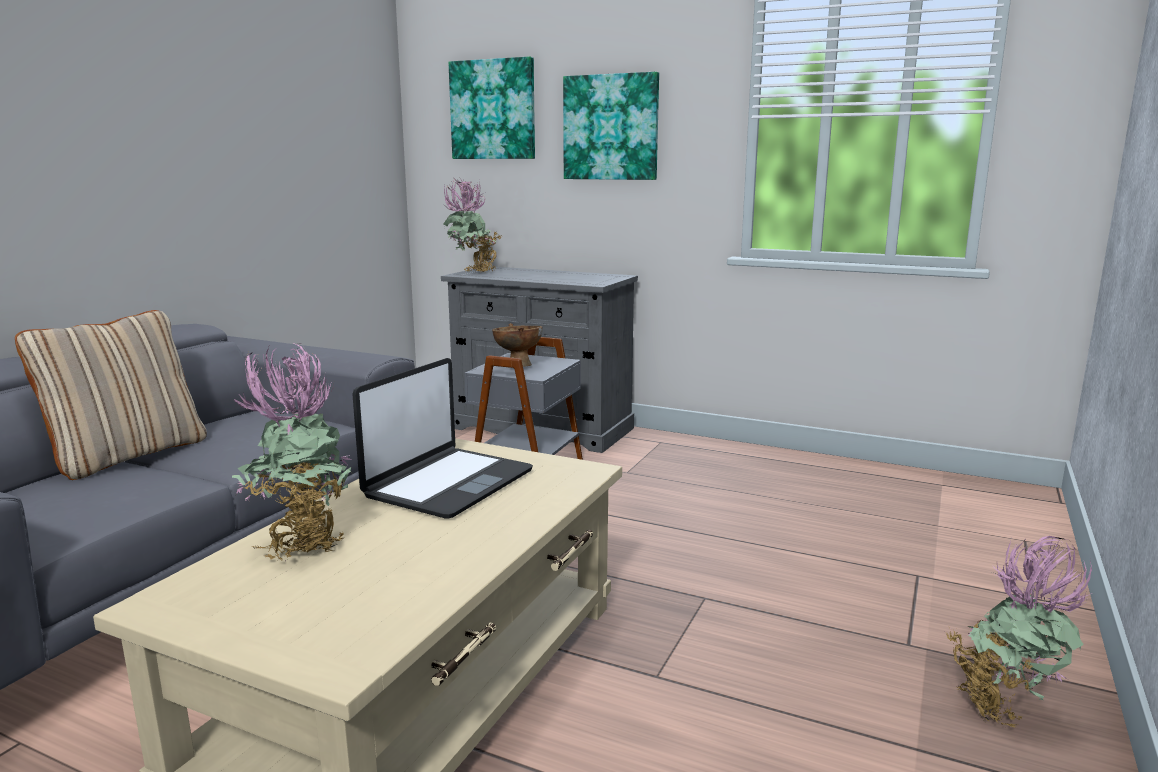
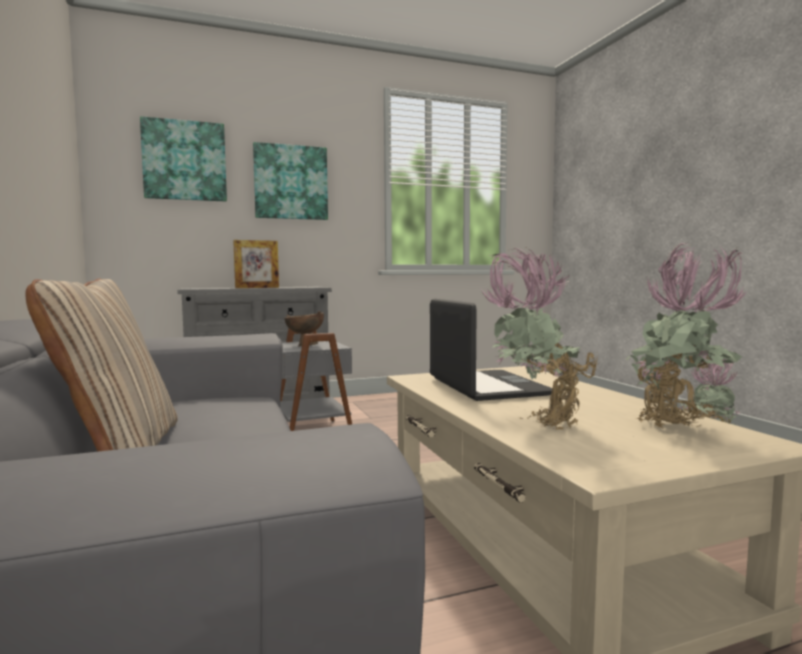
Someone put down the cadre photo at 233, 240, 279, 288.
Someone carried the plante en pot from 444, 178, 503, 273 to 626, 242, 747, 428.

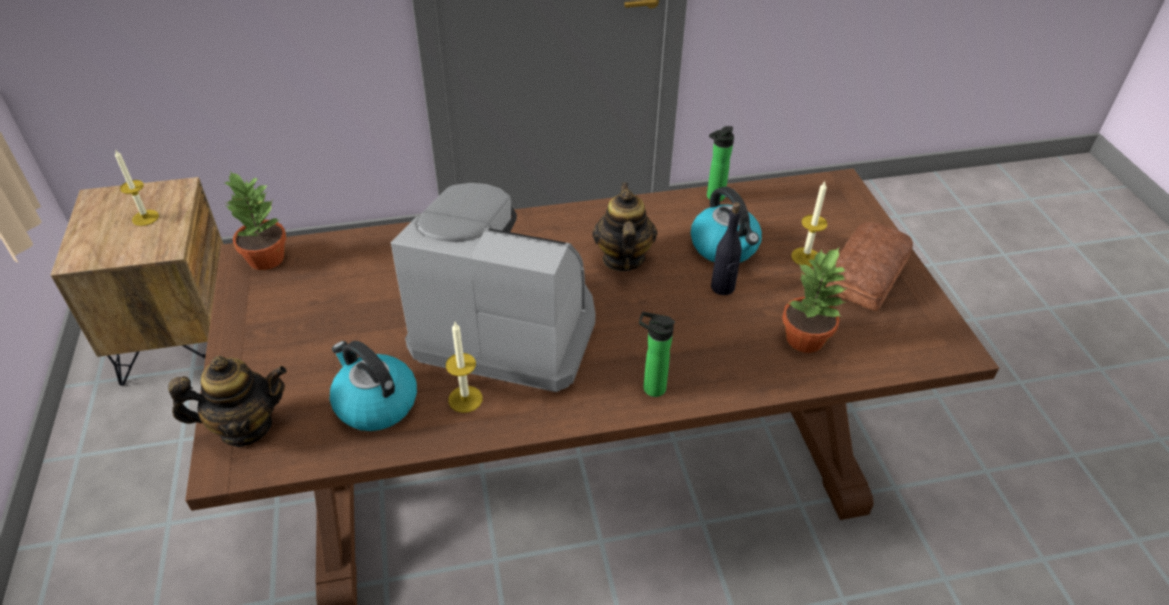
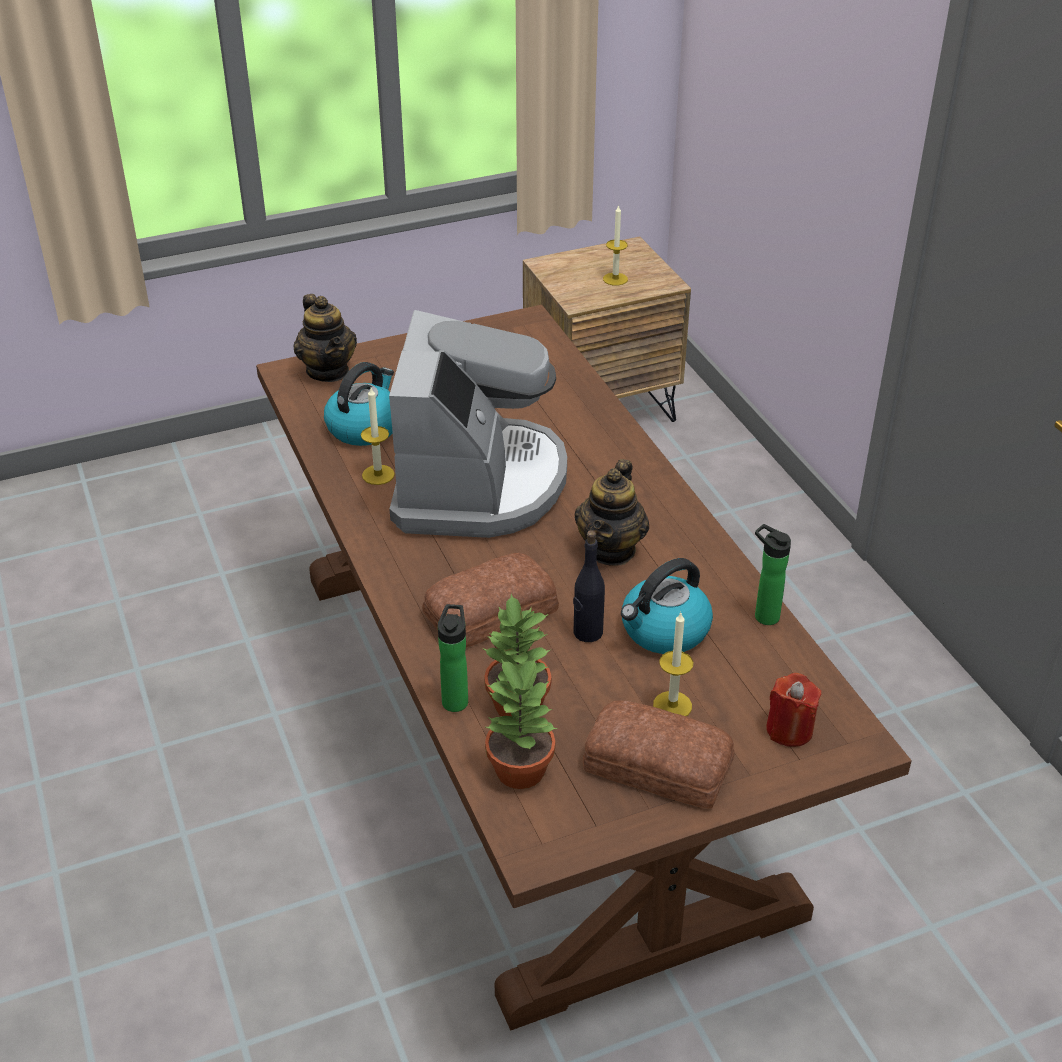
Someone put down the pain at 422, 553, 559, 648.
Someone carried the bouteille from 639, 312, 675, 397 to 438, 604, 468, 712.
Someone carried the plante en pot from 223, 171, 286, 270 to 485, 657, 558, 789.
Someone rotated the théière at 593, 183, 658, 271 by 120 degrees clockwise.
Someone put down the bougie [rouge] at 766, 673, 822, 747.

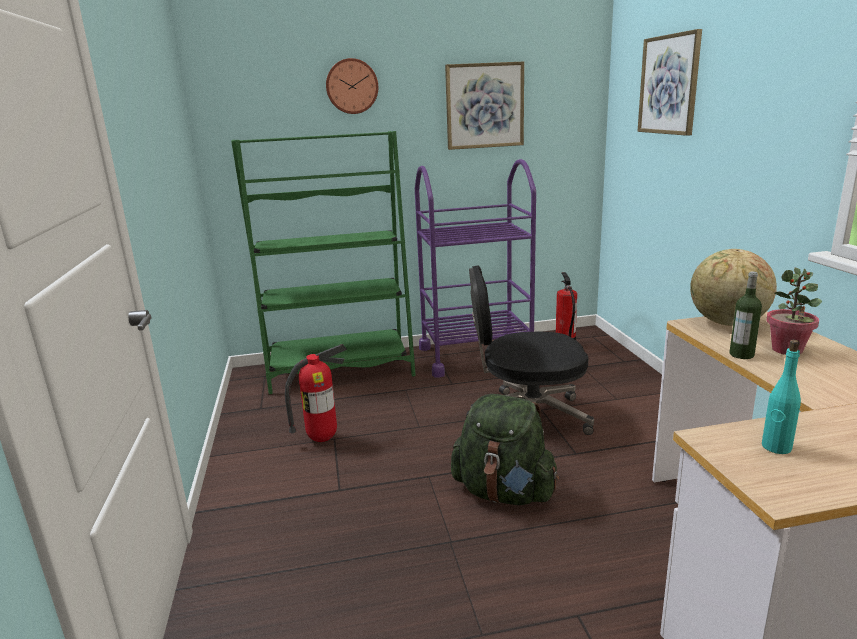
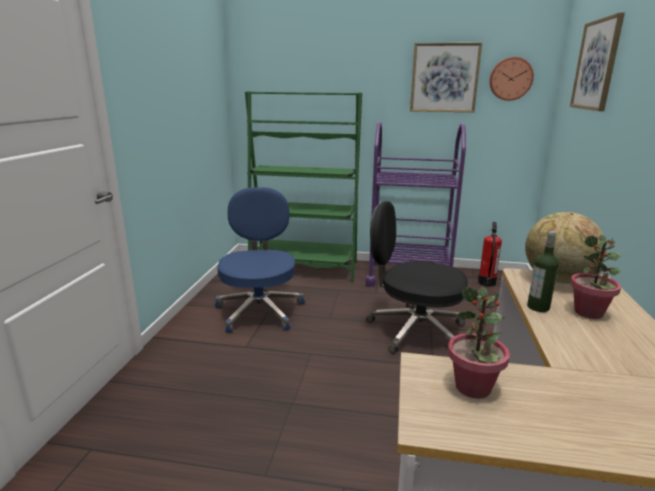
Someone swapped the extincteur at 285, 344, 347, 442 for the chaise de bureau [bleu] at 215, 187, 305, 333.
Someone swapped the bouteille [turquoise] at 762, 340, 801, 454 for the plante en pot at 448, 287, 510, 399.
Someone carried the horloge murale from 326, 58, 378, 114 to 489, 57, 534, 101.
Someone took away the sac à dos [vert] at 451, 394, 559, 505.

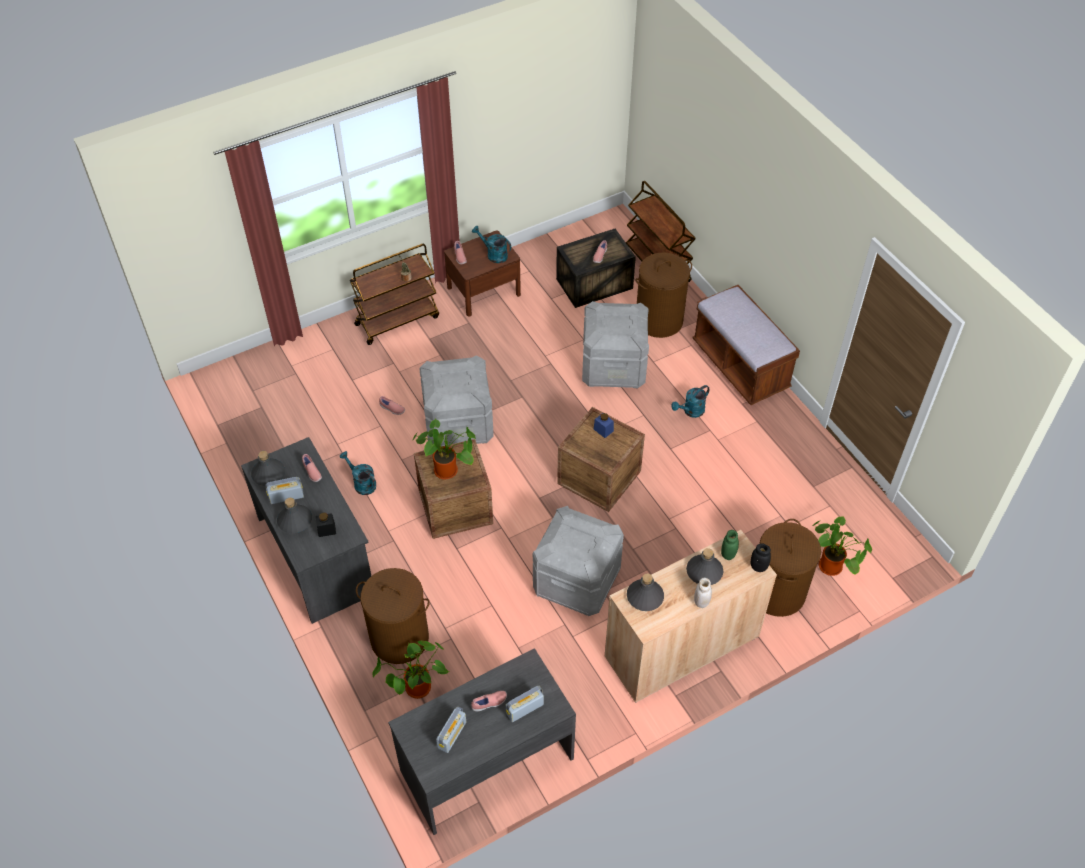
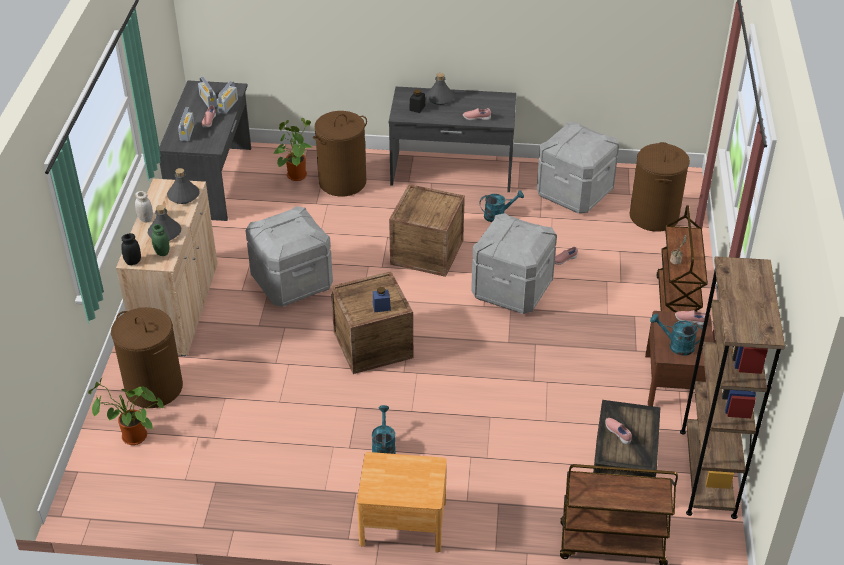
Someone carried the radio from 265, 477, 304, 504 to 216, 81, 238, 114.
Someone swapped the banc [marron] at 692, 285, 800, 405 for the table de chevet [marron] at 357, 452, 447, 552.
Someone carried the boîte de rangement [gris] from 582, 301, 649, 388 to 537, 122, 619, 213.
Someone carried the panier à linge [marron] from 636, 252, 692, 338 to 629, 142, 690, 232.
Someone rotated the arrosoir [turquoise] at 472, 226, 511, 263 by 135 degrees counterclockwise.
Someone put down the bibliothèque [marron] at 680, 256, 785, 519.
Someone took away the bouteille [gris] at 251, 451, 285, 486.
Someone took away the plante en pot at 412, 419, 476, 479.

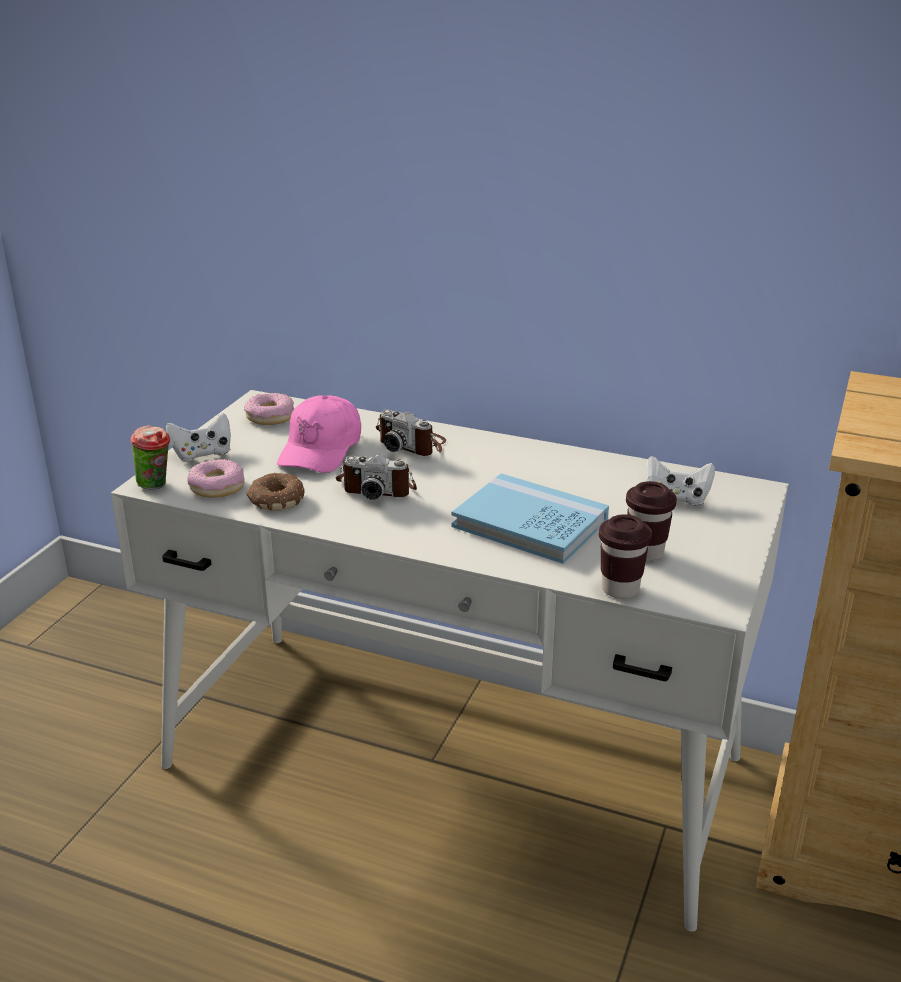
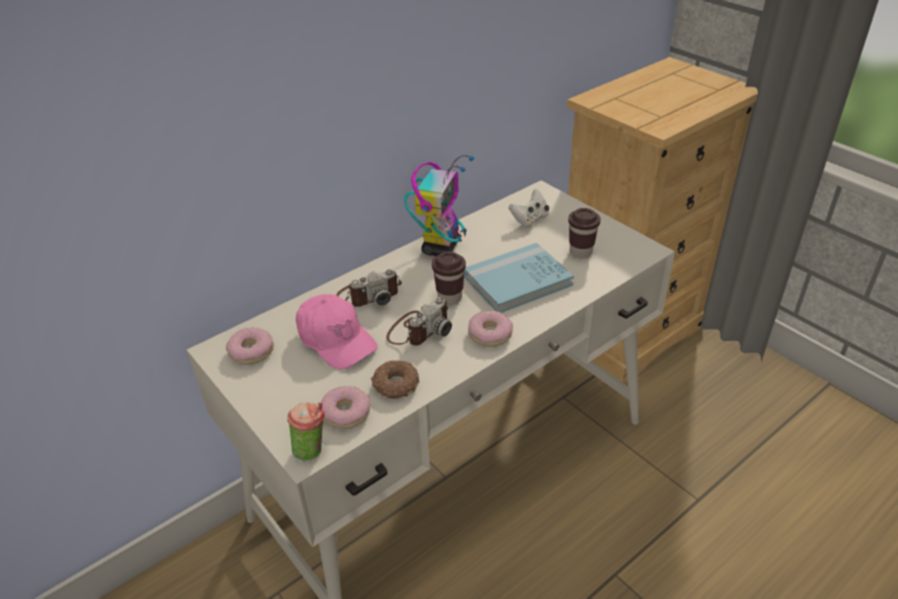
Someone put down the robot jouet at 404, 156, 474, 256.
Someone carried the tasse [marron] from 599, 514, 652, 599 to 432, 252, 466, 305.
Someone put down the beignet at 468, 311, 513, 347.
Someone took away the manette [blanc] at 166, 413, 231, 462.

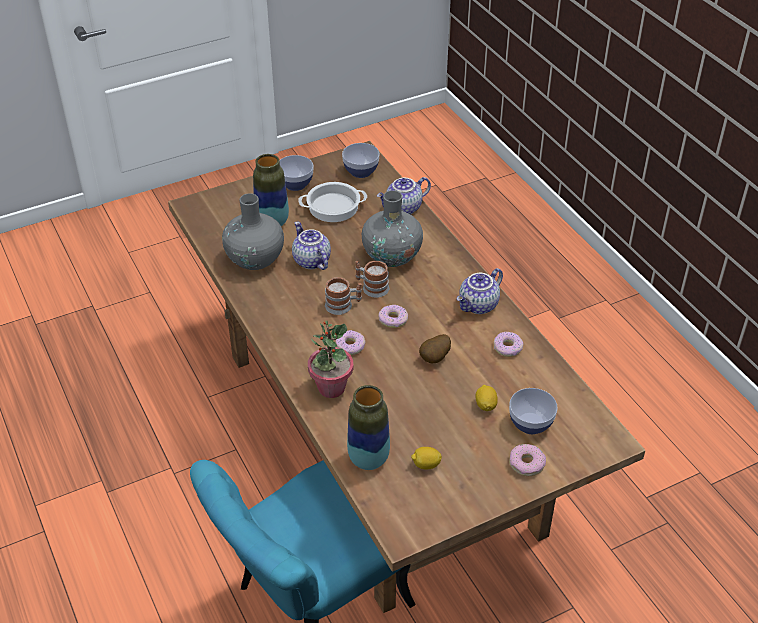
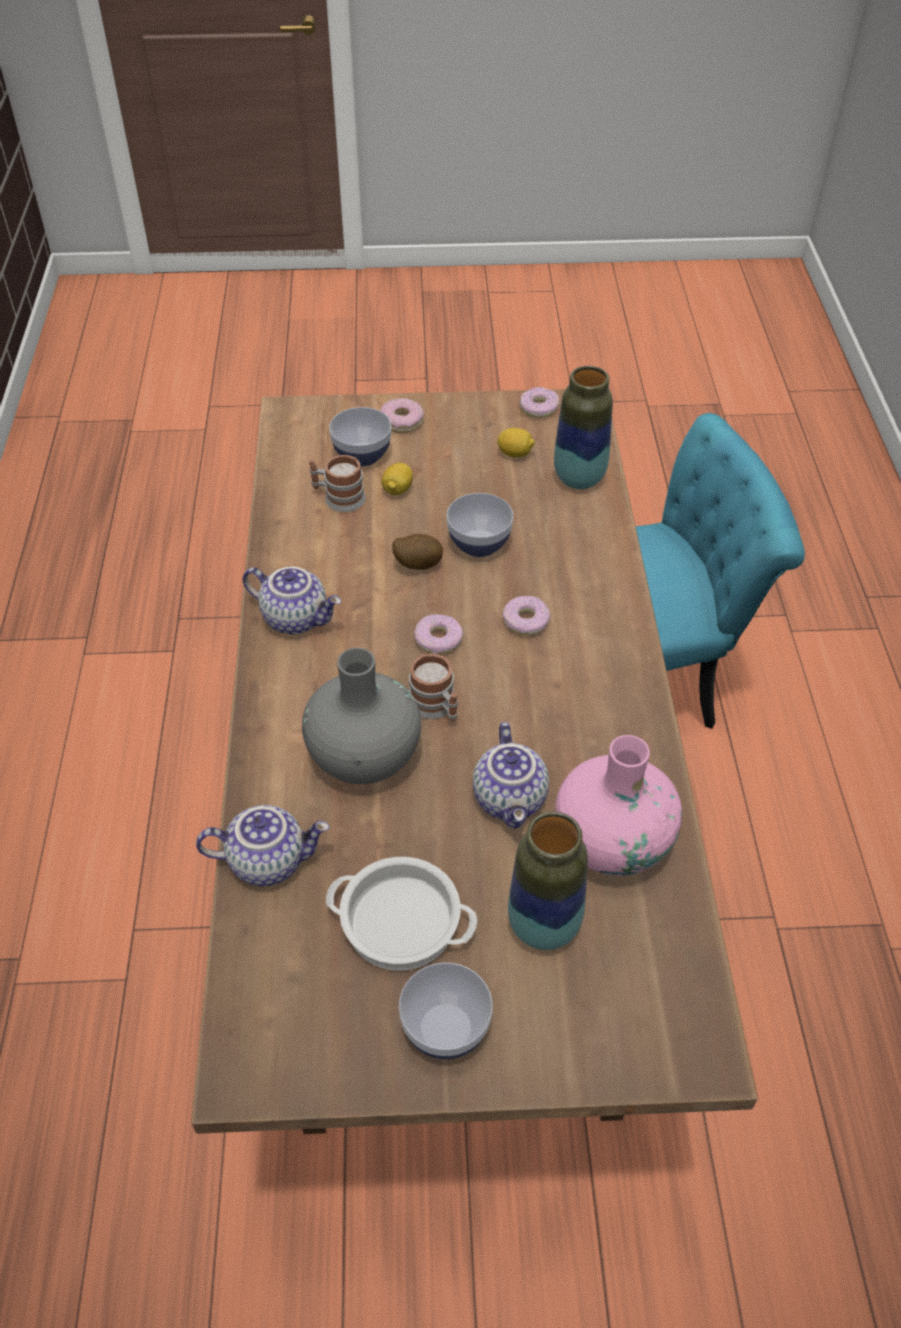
Someone rotated the théière at 457, 268, 503, 314 by 45 degrees clockwise.
Someone carried the mug from 325, 277, 362, 315 to 309, 455, 366, 512.
Someone carried the bol from 342, 143, 380, 178 to 446, 493, 514, 557.
Someone carried the beignet from 494, 332, 523, 357 to 519, 387, 560, 418.
Someone repainted the vase [gris] at 222, 193, 284, 270, which became the vase [rose] at 555, 735, 682, 876.
Someone took away the plante en pot at 308, 320, 354, 398.

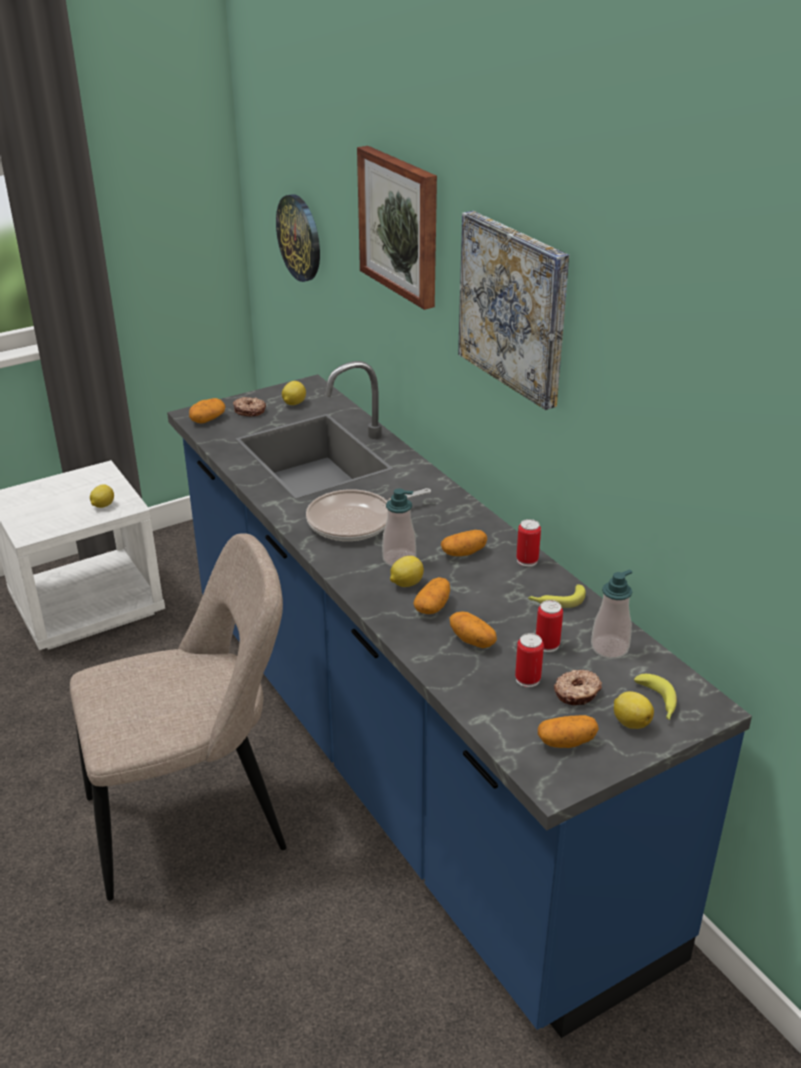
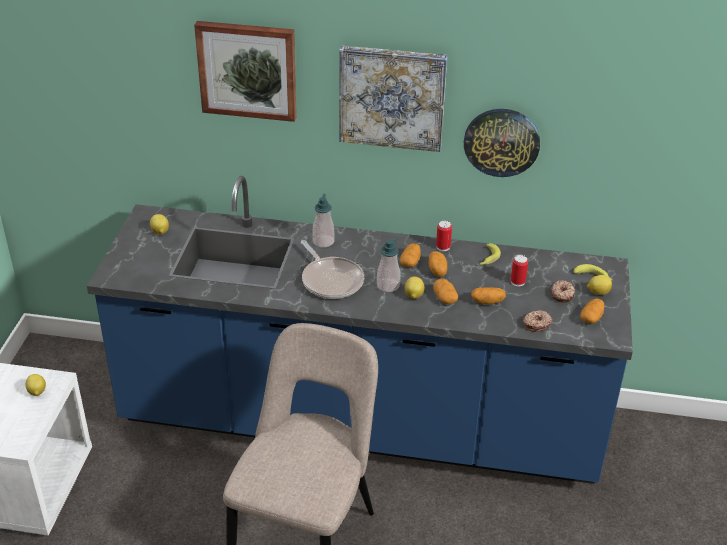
Someone rotated the poêle at 306, 488, 431, 541 by 45 degrees counterclockwise.
Someone carried the distributeur de savon from 591, 570, 632, 658 to 312, 194, 335, 248.
Someone carried the pomme de terre from 189, 398, 225, 424 to 429, 251, 447, 277.
Someone carried the horloge murale from 276, 194, 320, 282 to 464, 109, 540, 177.
Someone carried the beignet from 233, 397, 266, 416 to 523, 310, 552, 332.
Someone took away the boîte métallique at 515, 633, 544, 687.

